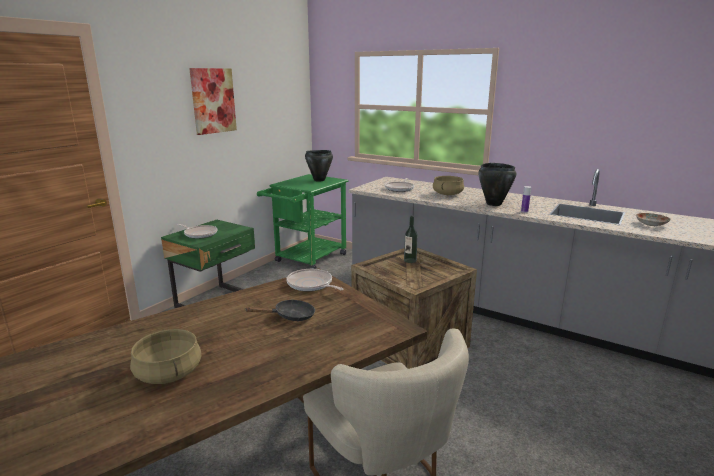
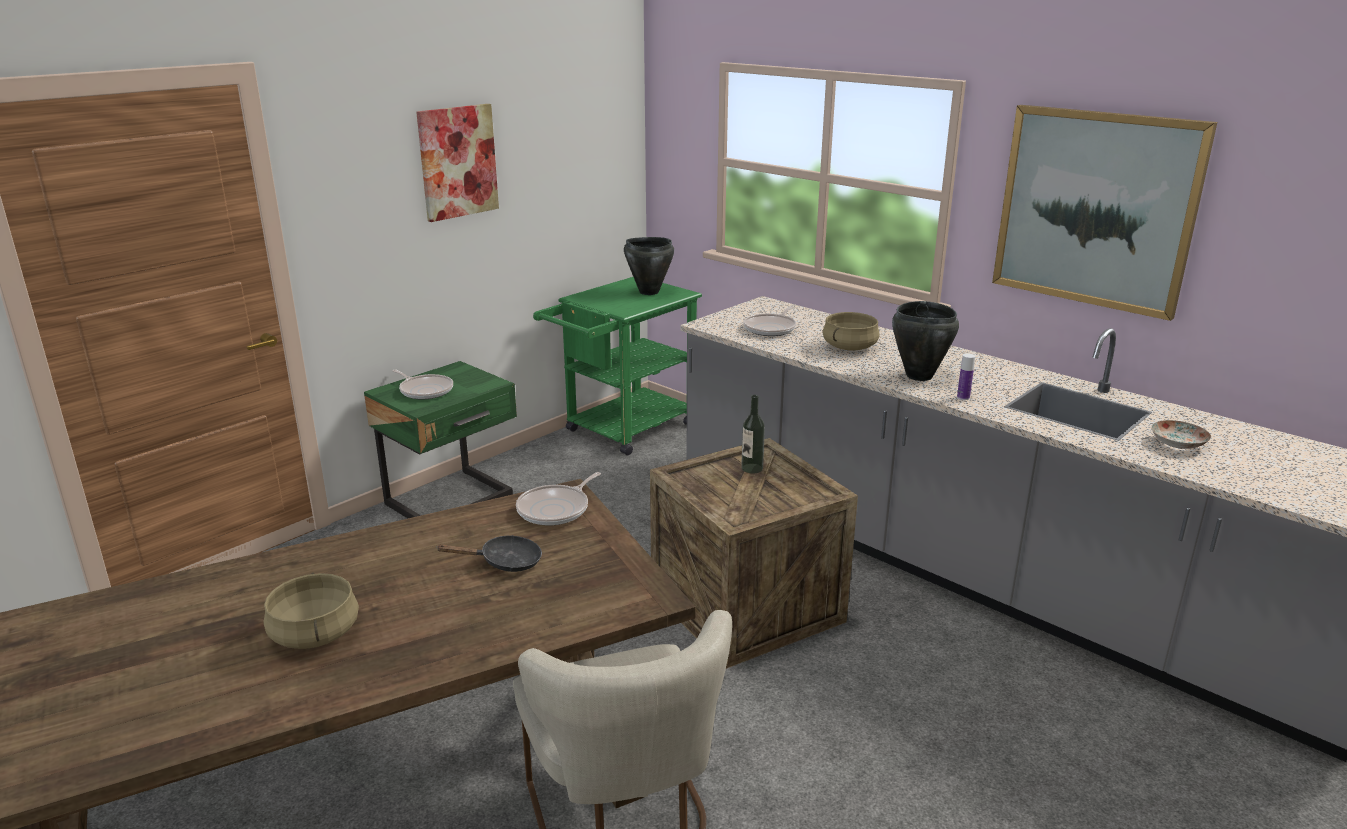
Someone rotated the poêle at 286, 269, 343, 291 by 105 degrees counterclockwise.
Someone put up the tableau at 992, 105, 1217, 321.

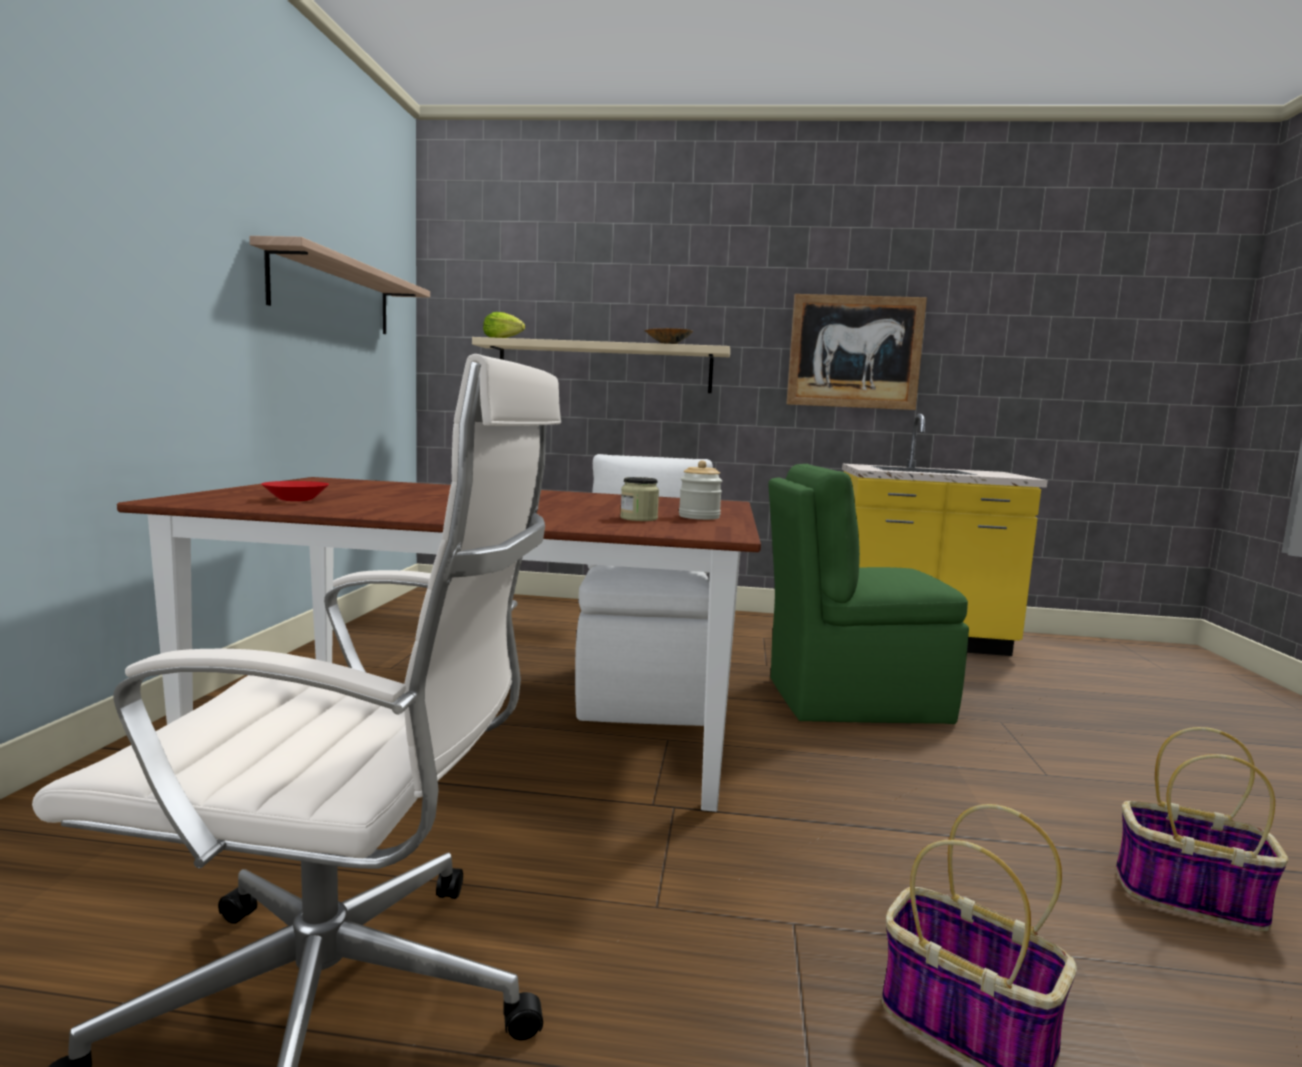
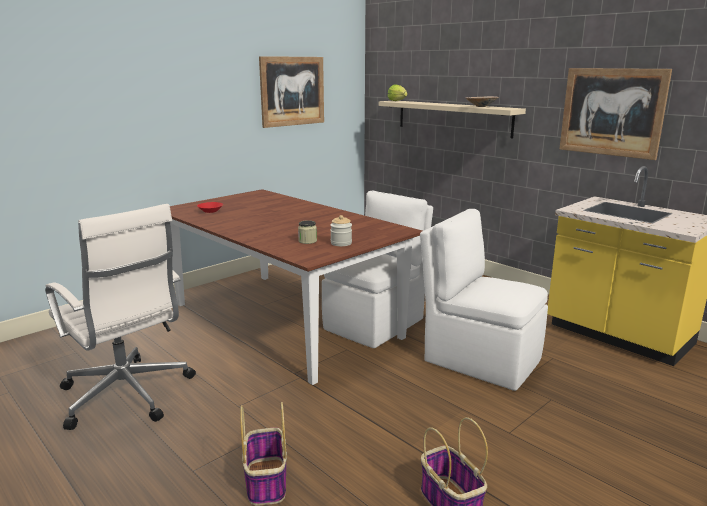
Someone swapped the étagère at 249, 236, 430, 334 for the tableau at 259, 56, 324, 128.
Someone repainted the chaise [vert] at 768, 464, 969, 724, which became the chaise [blanc] at 420, 209, 548, 391.

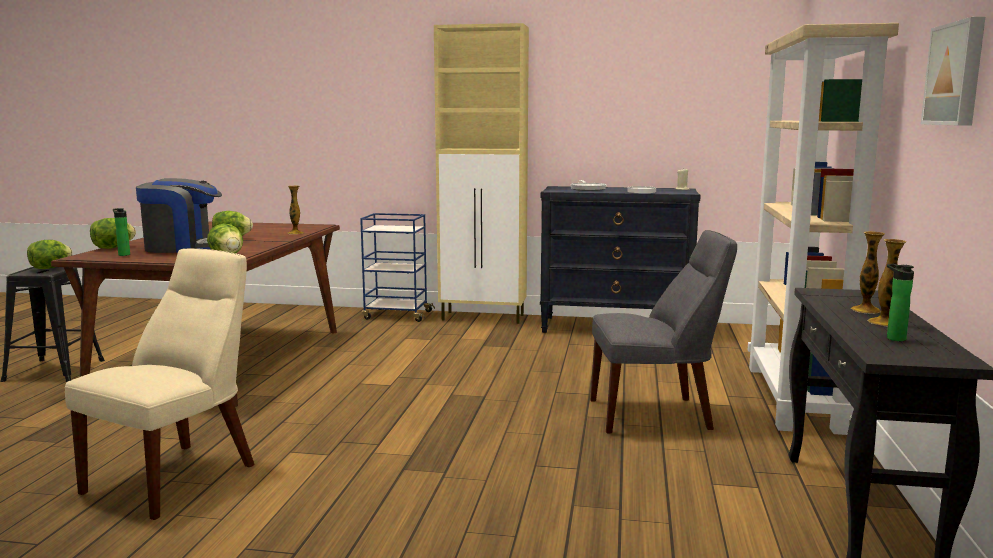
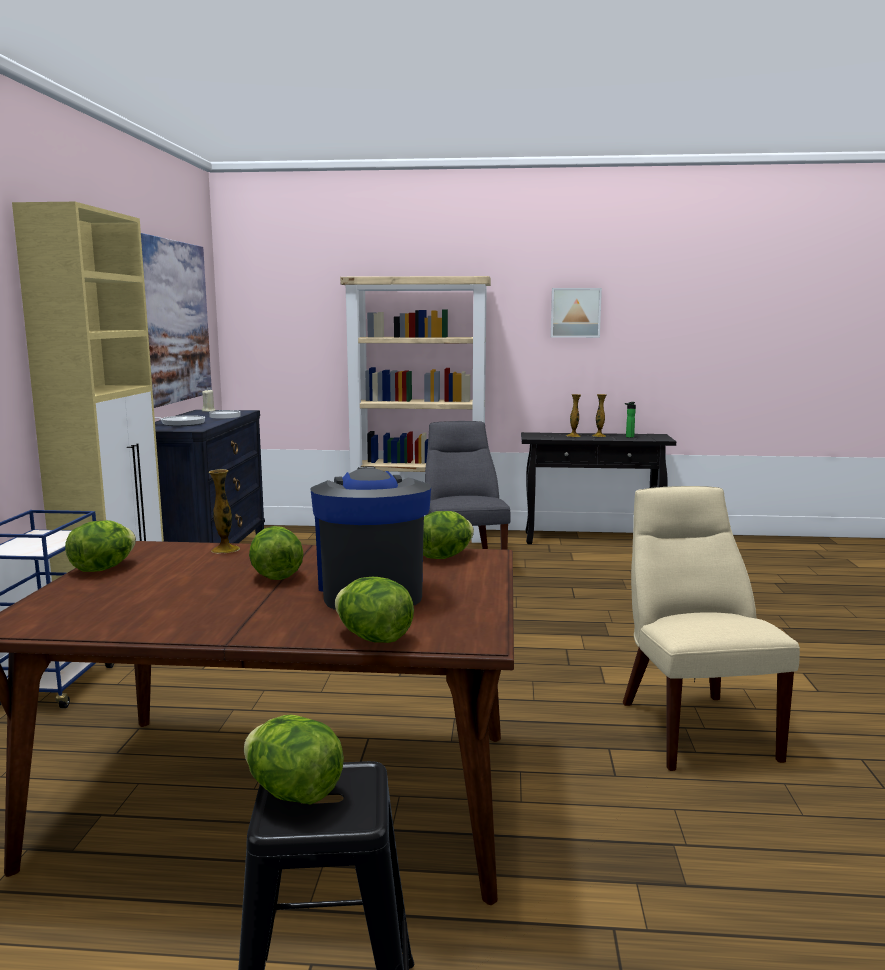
Someone put down the laitue at 65, 520, 136, 572.
Someone put up the tableau at 141, 233, 212, 408.
Someone rotated the chaise [beige] at 65, 248, 255, 520 by 60 degrees clockwise.
Someone took away the bouteille at 113, 208, 130, 256.

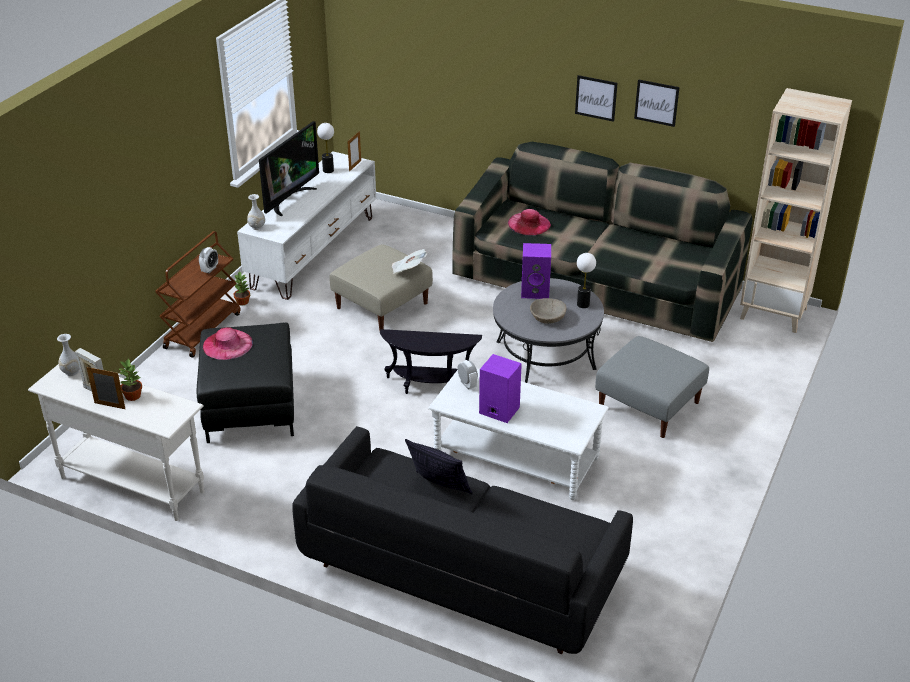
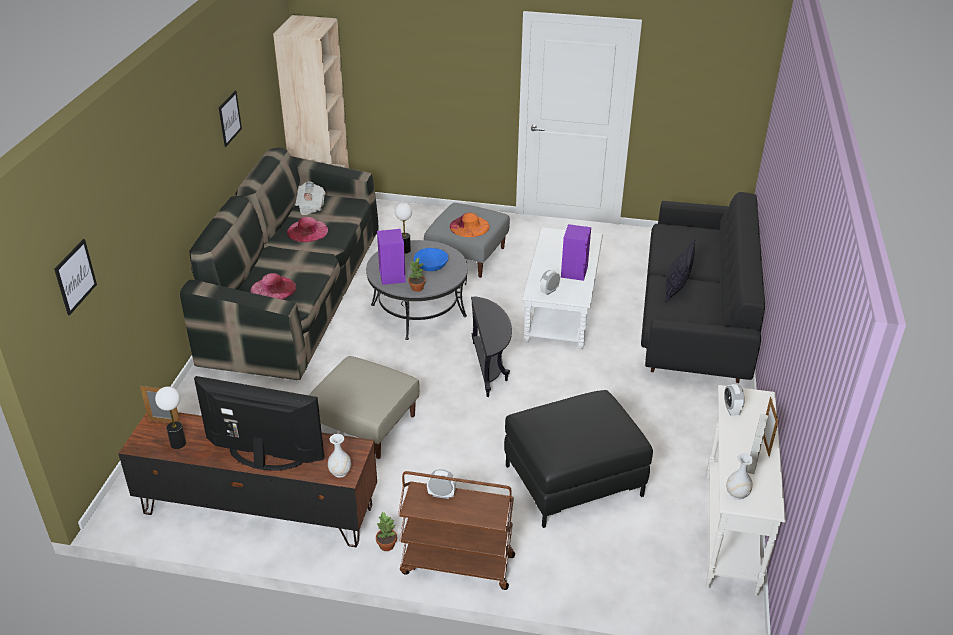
Someone carried the tableau from 575, 75, 617, 122 to 54, 239, 97, 316.
Someone repainted the meuble télé [blanc] at 237, 151, 376, 300, which became the meuble télé [marron] at 118, 412, 377, 547.
Someone carried the chapeau [rose] from 203, 327, 253, 360 to 287, 217, 328, 242.
Someone carried the journal from 392, 249, 427, 274 to 295, 182, 325, 215.
Someone carried the plante en pot from 119, 359, 142, 401 to 408, 258, 426, 292.
Someone repainted the bol [beige] at 530, 298, 567, 324, which became the bol [bleu] at 413, 248, 448, 271.
Someone put down the chapeau [orange] at 450, 213, 490, 237.
Someone put down the réveil at 724, 384, 745, 416.

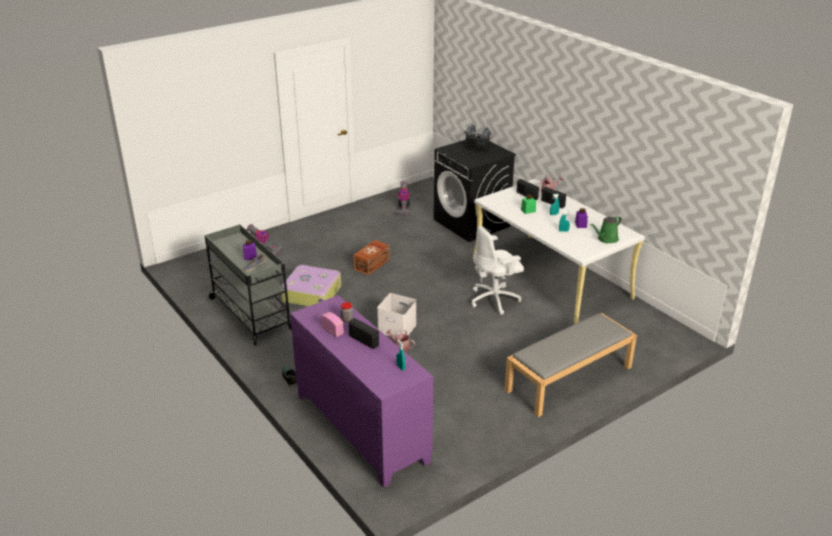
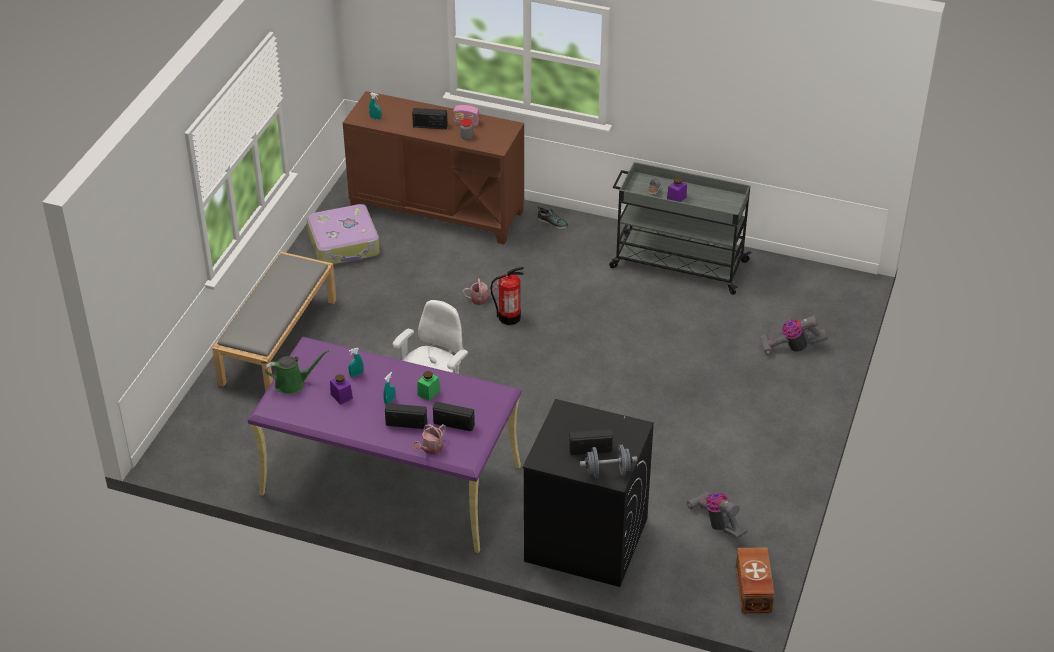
Someone repainted the bureau [blanc] at 473, 179, 645, 324, which became the bureau [violet] at 247, 337, 521, 553.
Someone rotated the arrosoir [vert] at 590, 216, 622, 243 by 60 degrees clockwise.
Someone carried the valise from 281, 265, 341, 307 to 306, 204, 380, 265.
Someone repainted the meuble de rangement [violet] at 290, 295, 433, 488, which became the meuble de rangement [marron] at 343, 91, 524, 244.
Someone swapped the boîte de rangement [blanc] at 377, 293, 417, 338 for the extincteur at 491, 267, 524, 325.
Someone carried the boîte de rangement [marron] from 354, 240, 389, 275 to 735, 548, 774, 613.

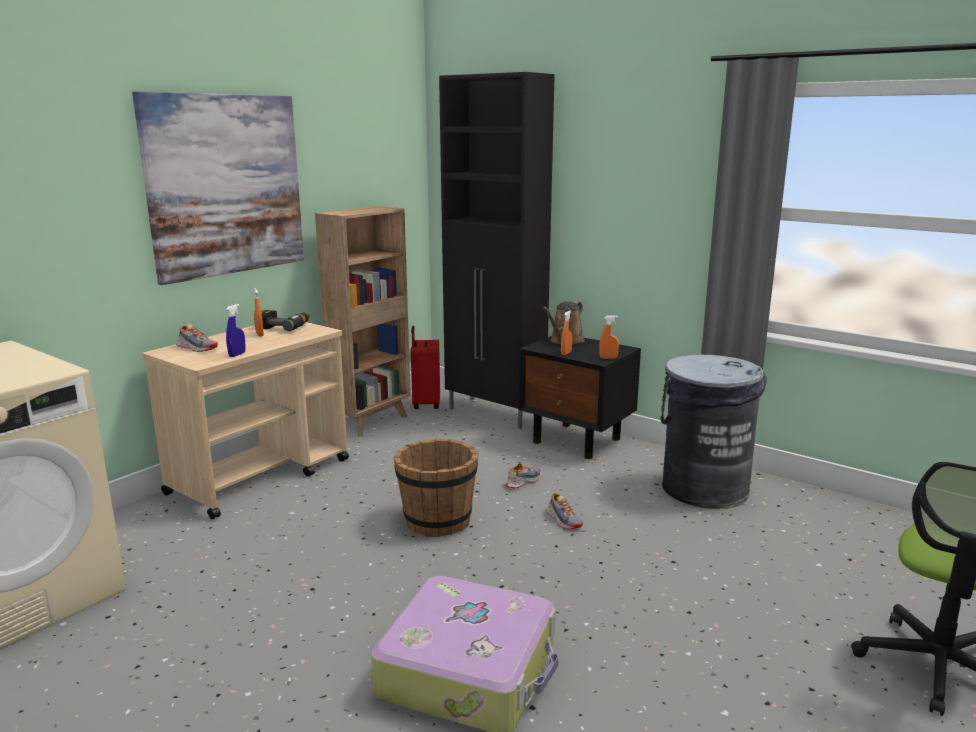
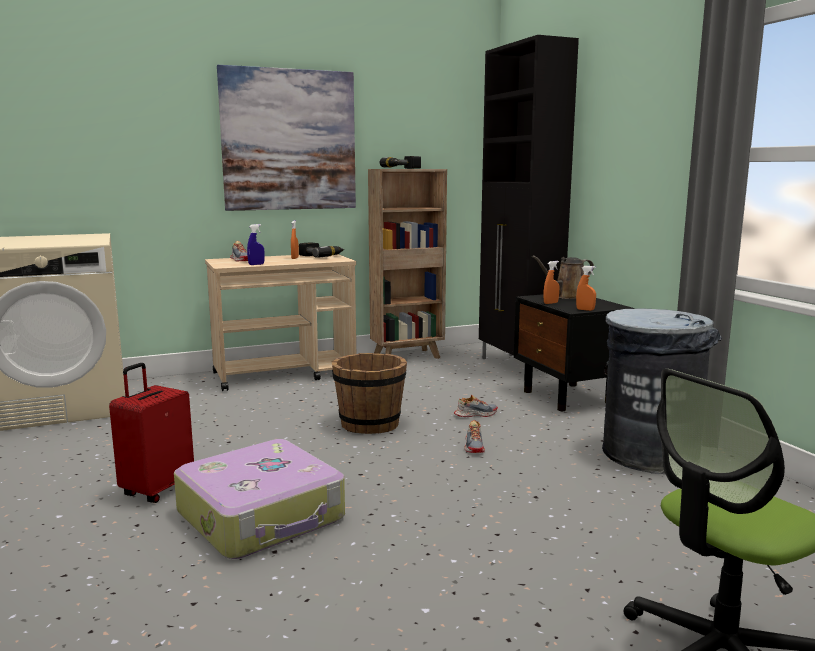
Someone carried the valise [rouge] from 411, 326, 440, 409 to 109, 363, 194, 503.
Someone put down the perceuse at 380, 156, 421, 169.

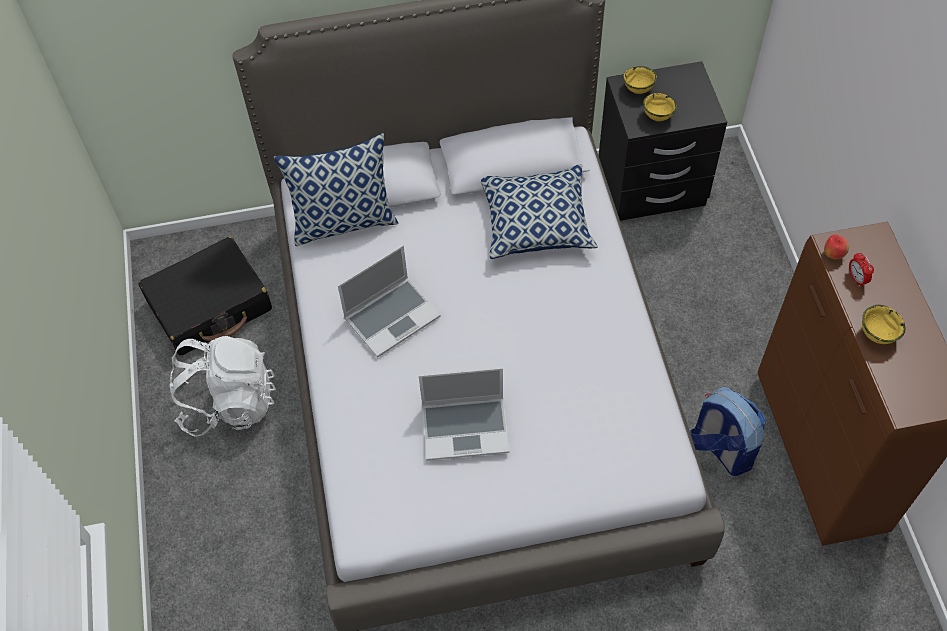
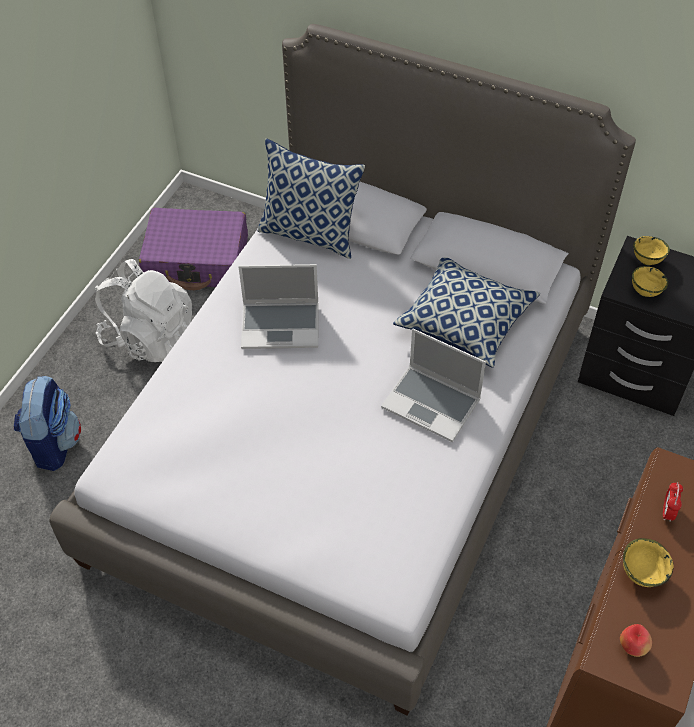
Someone carried the sac à dos from 691, 387, 766, 476 to 14, 376, 81, 471.
Someone repainted the valise [noir] at 138, 237, 272, 356, which became the valise [violet] at 139, 208, 248, 290.
Someone carried the ordinateur portable from 419, 367, 510, 460 to 381, 328, 486, 442.
Someone carried the pomme from 824, 235, 849, 259 to 620, 624, 652, 657.

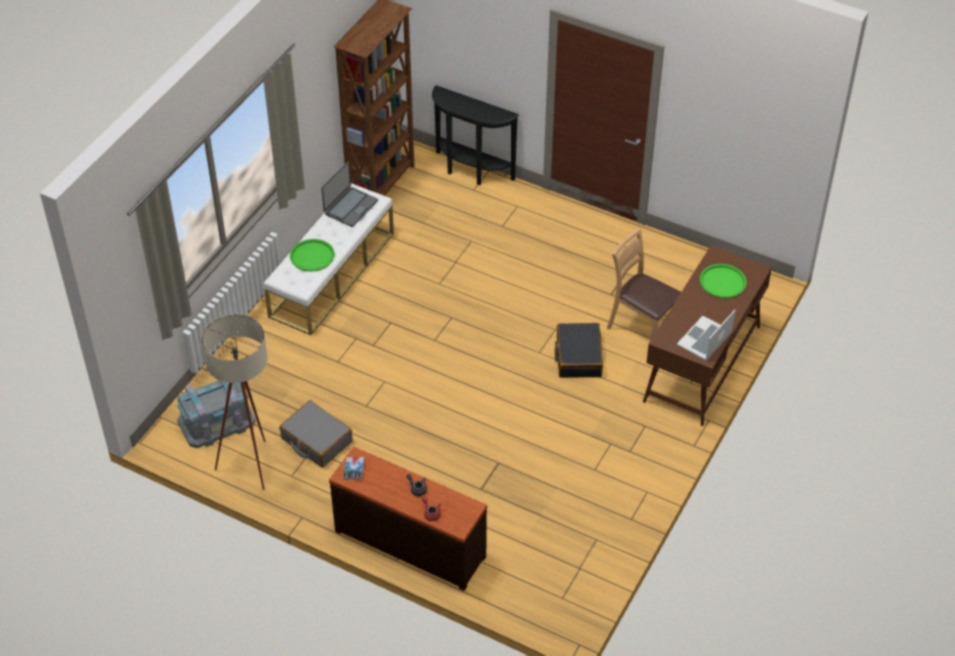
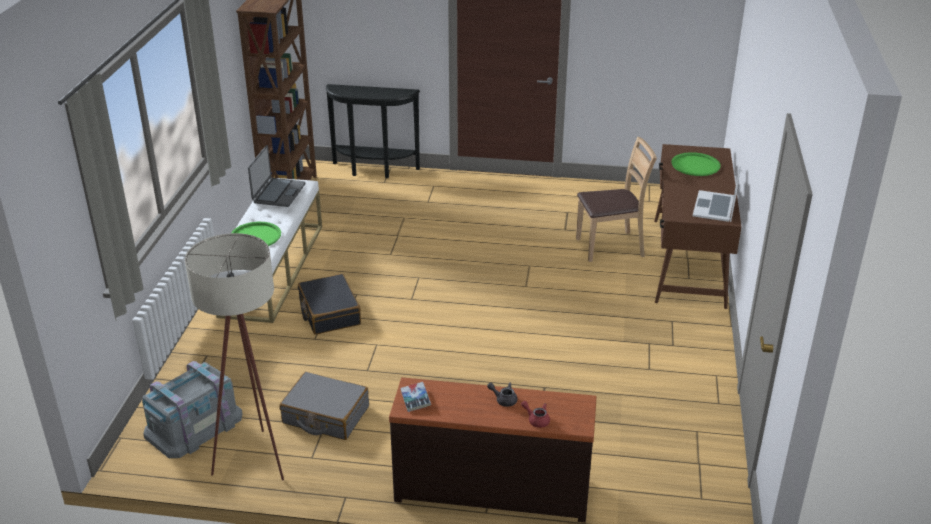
Someone carried the valise [noir] from 555, 323, 603, 378 to 298, 274, 361, 335.
Someone rotated the chaise [marron] at 607, 229, 681, 339 by 150 degrees clockwise.

